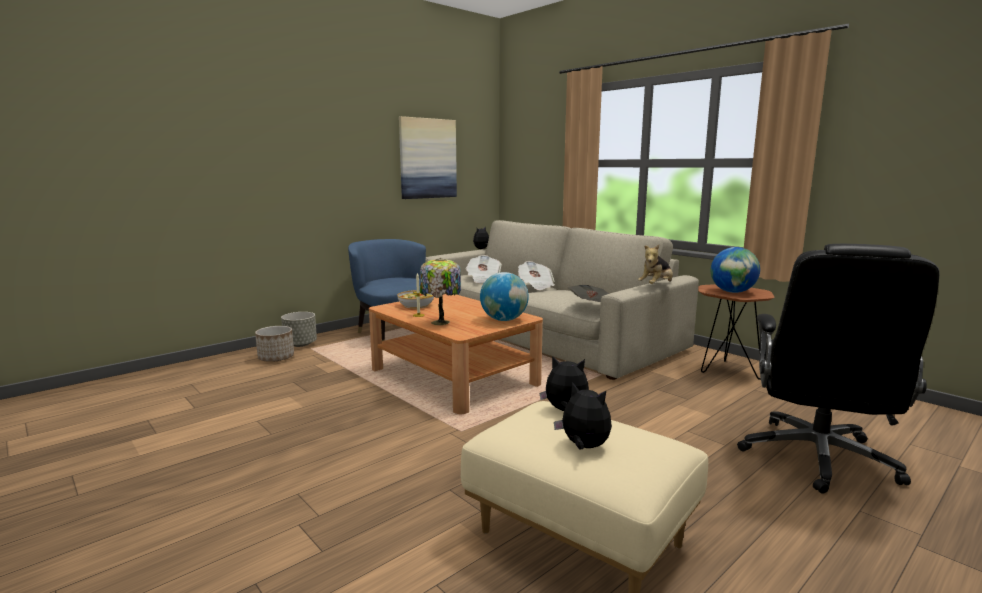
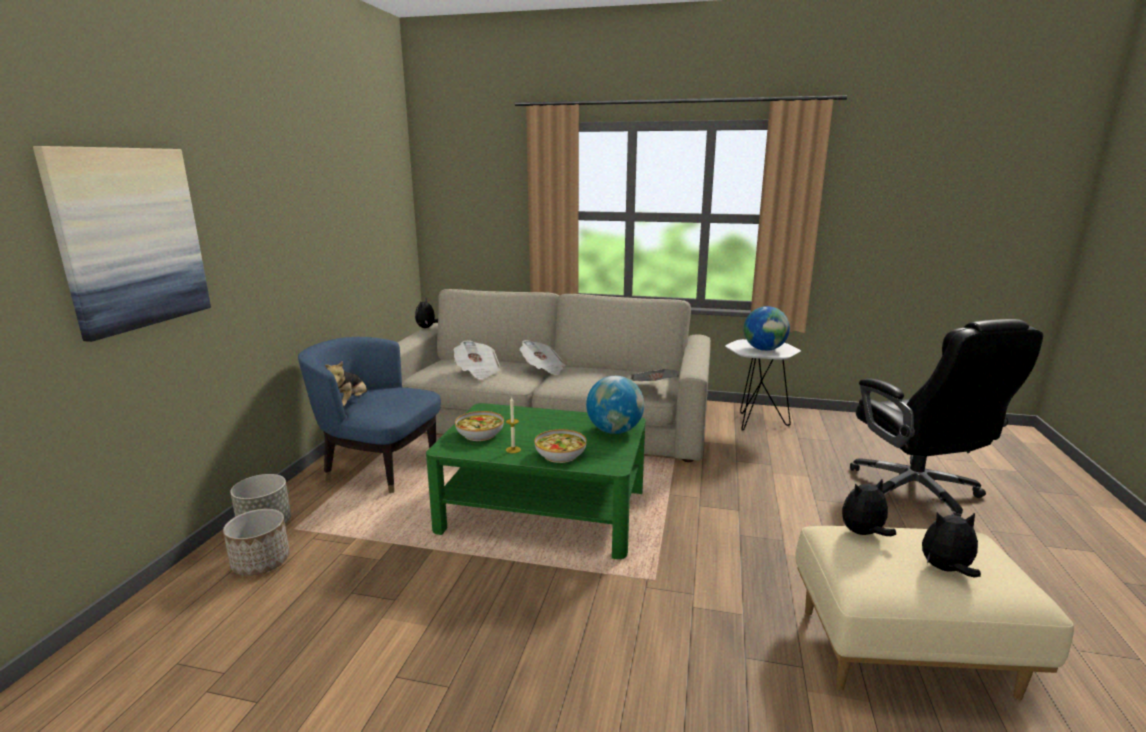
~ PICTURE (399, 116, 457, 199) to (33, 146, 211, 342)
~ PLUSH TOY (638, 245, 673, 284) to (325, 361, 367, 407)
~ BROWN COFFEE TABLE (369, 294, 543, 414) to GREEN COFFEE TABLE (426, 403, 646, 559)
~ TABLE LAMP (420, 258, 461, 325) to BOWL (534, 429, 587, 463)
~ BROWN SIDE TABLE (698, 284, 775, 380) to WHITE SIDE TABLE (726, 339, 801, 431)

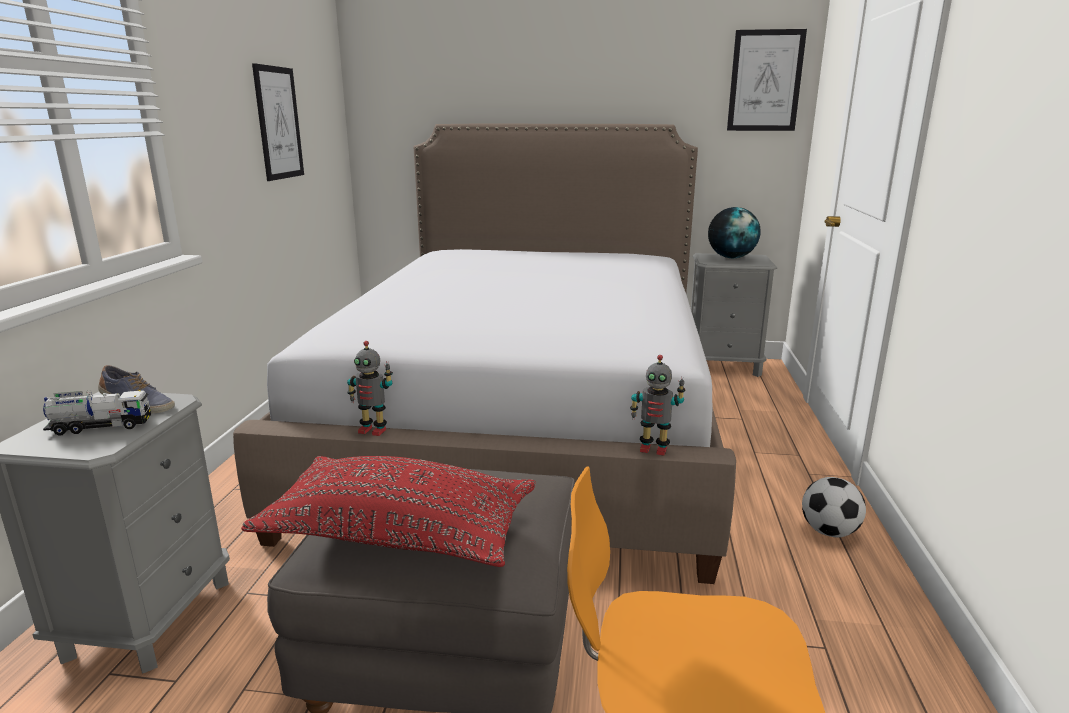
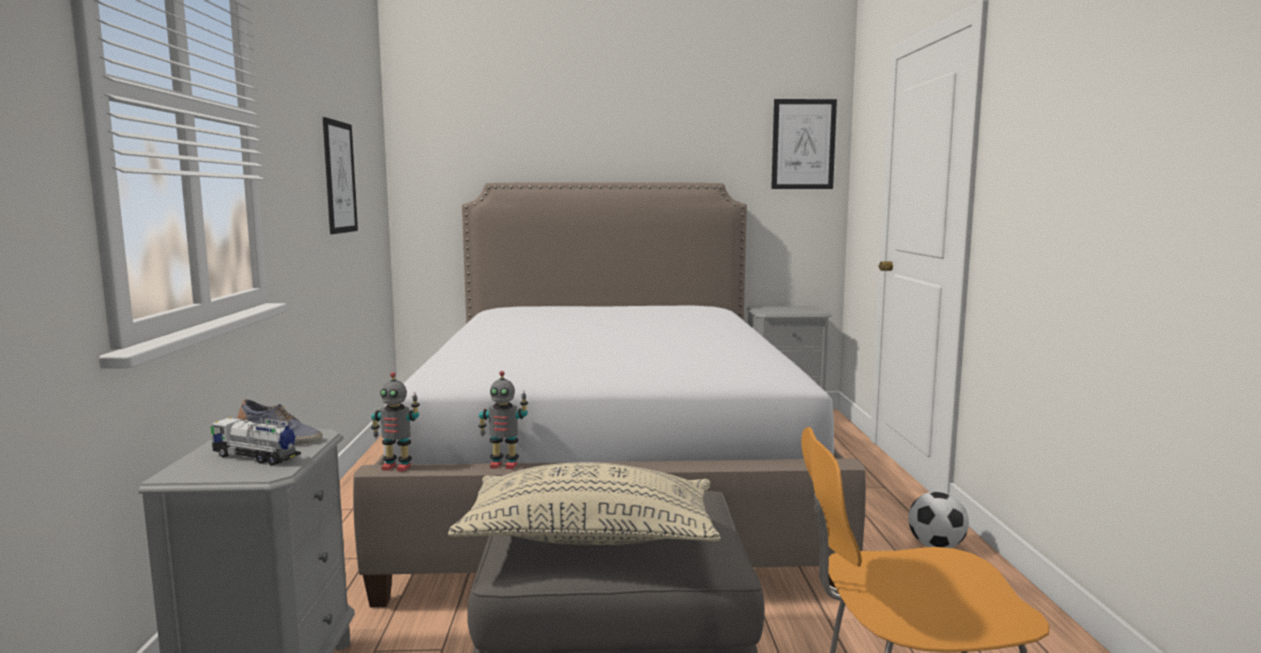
~ TOY TRUCK (43, 390, 151, 436) = (211, 417, 301, 466) 135 degrees counterclockwise
~ TOY ROBOT (630, 355, 685, 456) to (371, 372, 420, 471)
~ RED PILLOW (241, 456, 536, 567) to BEIGE PILLOW (448, 462, 721, 545)
- GLOBE (708, 207, 761, 258)

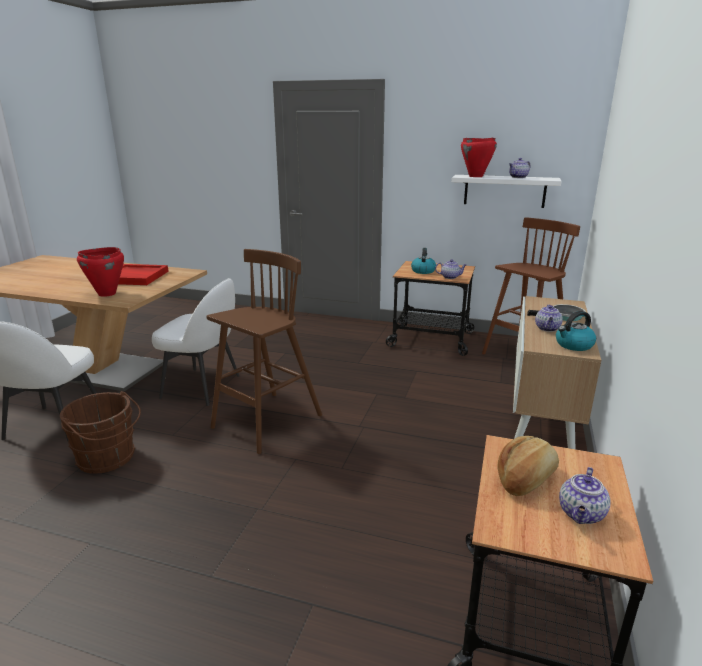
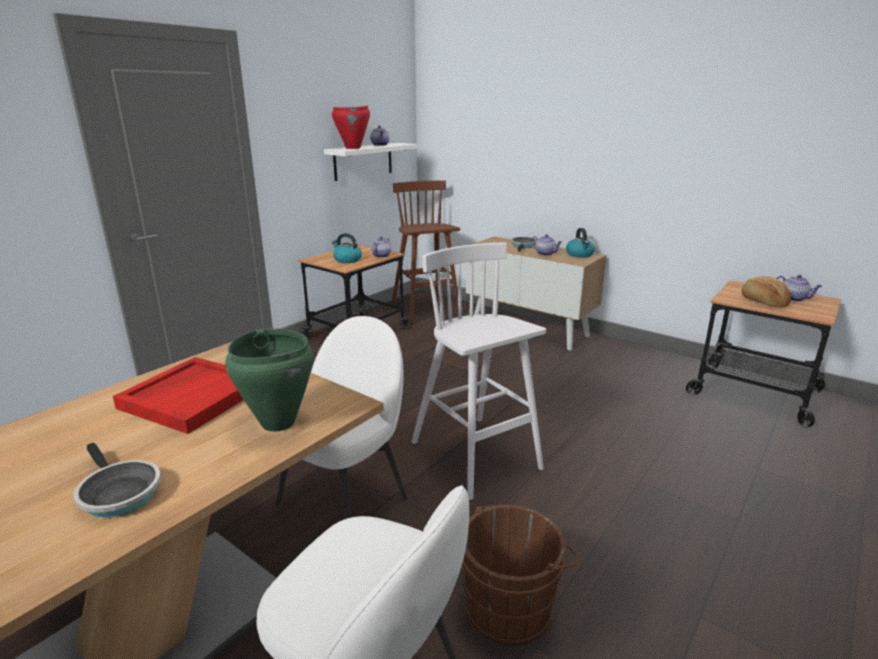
+ FRYING PAN (73, 442, 161, 518)
~ RED COOKING POT (77, 247, 124, 297) to GREEN COOKING POT (225, 328, 314, 432)
~ BROWN STOOL (207, 249, 322, 454) to WHITE STOOL (412, 242, 546, 500)

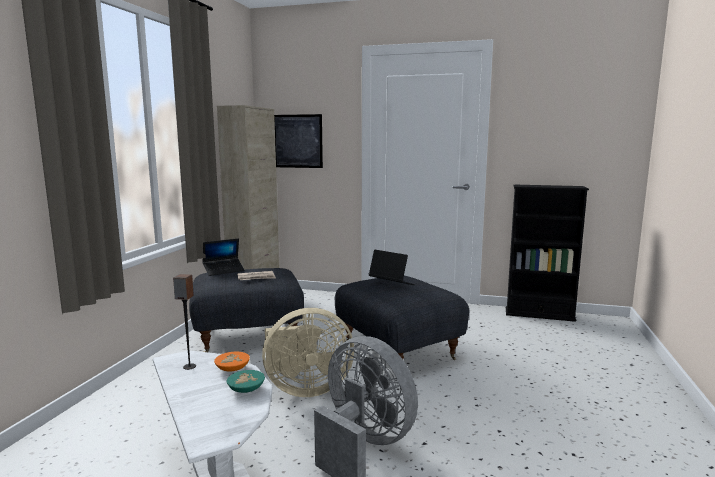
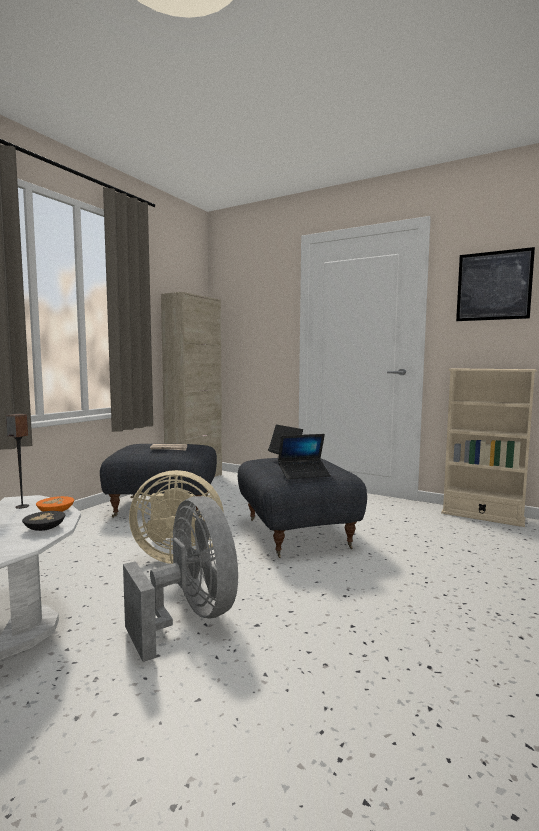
~ TURQUOISE BOWL (227, 370, 265, 393) to BLACK BOWL (22, 511, 65, 531)
~ LAPTOP (202, 238, 245, 276) to (278, 434, 331, 479)
~ BLACK BOOKCASE (506, 185, 589, 322) to BEIGE BOOKCASE (441, 368, 537, 527)
~ PICTURE (274, 114, 323, 168) to (456, 247, 535, 321)

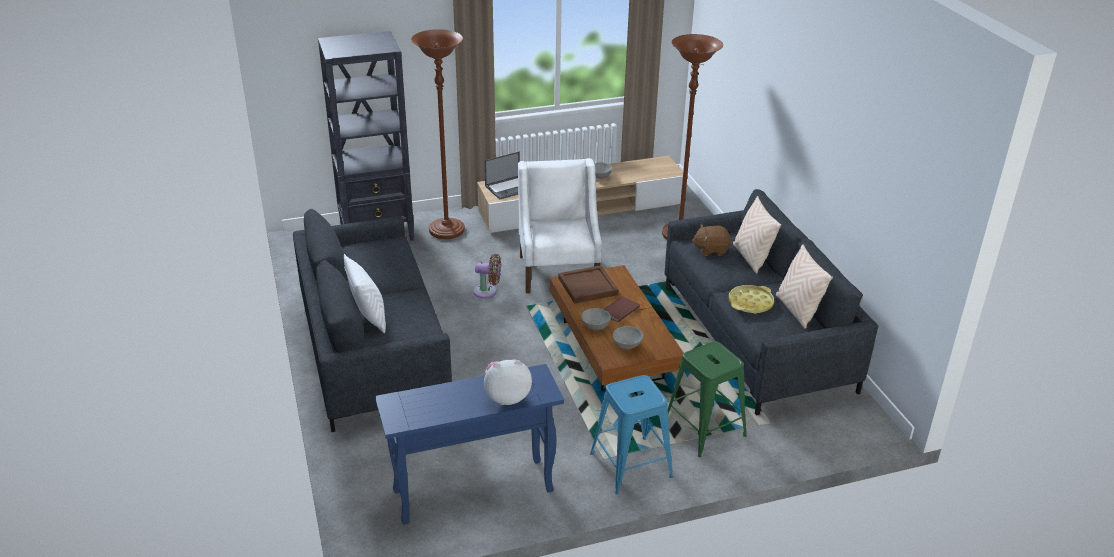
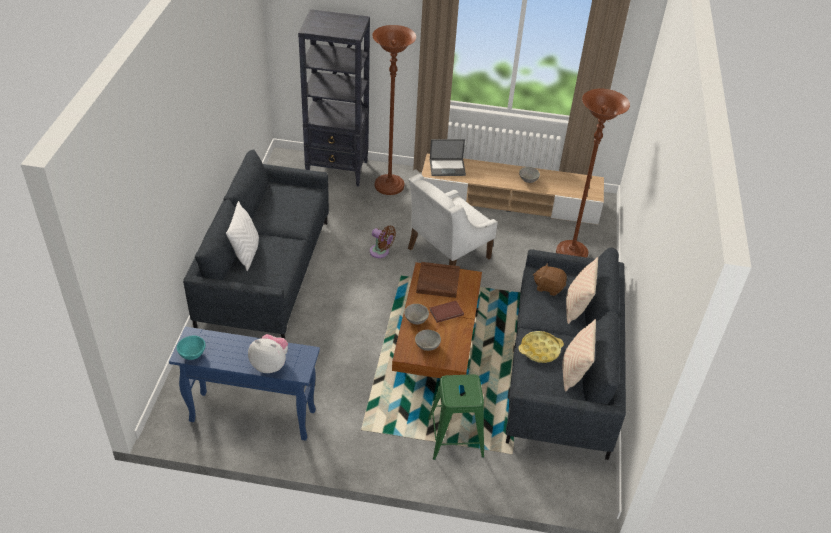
+ TURQUOISE BOWL (177, 336, 205, 360)
~ WHITE ARMCHAIR (518, 158, 602, 293) = (408, 174, 498, 266) 150 degrees counterclockwise
- BLUE STOOL (590, 375, 673, 494)

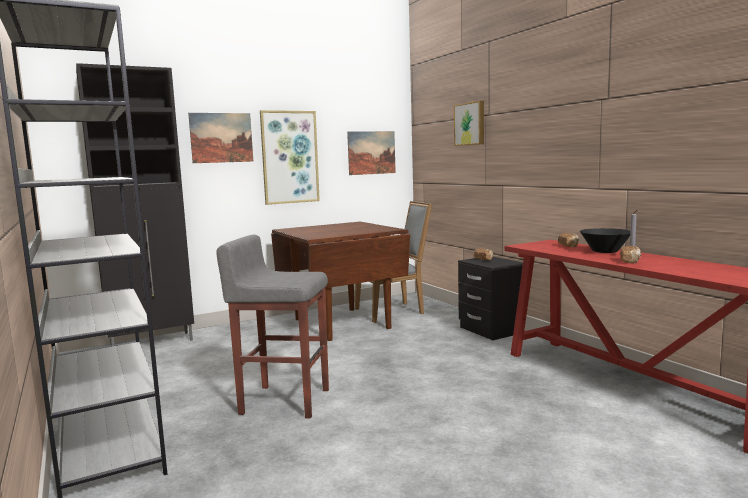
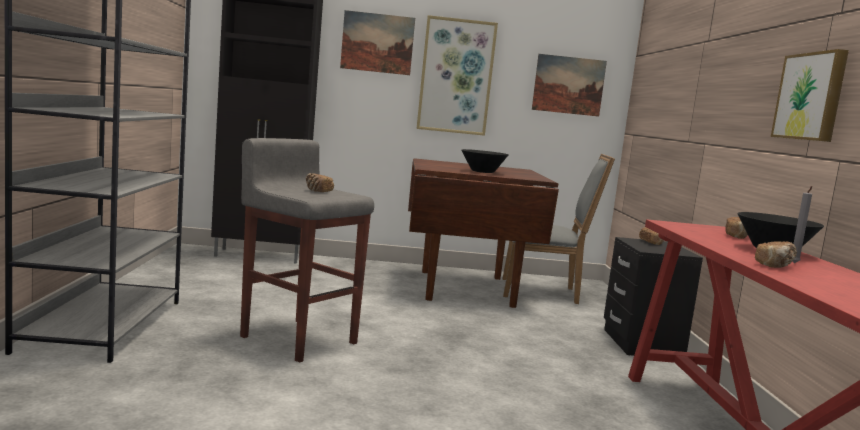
+ BREAD (306, 173, 334, 192)
+ BLACK BOWL (461, 149, 508, 173)
~ PICTURE (454, 101, 484, 146) to (771, 49, 849, 142)

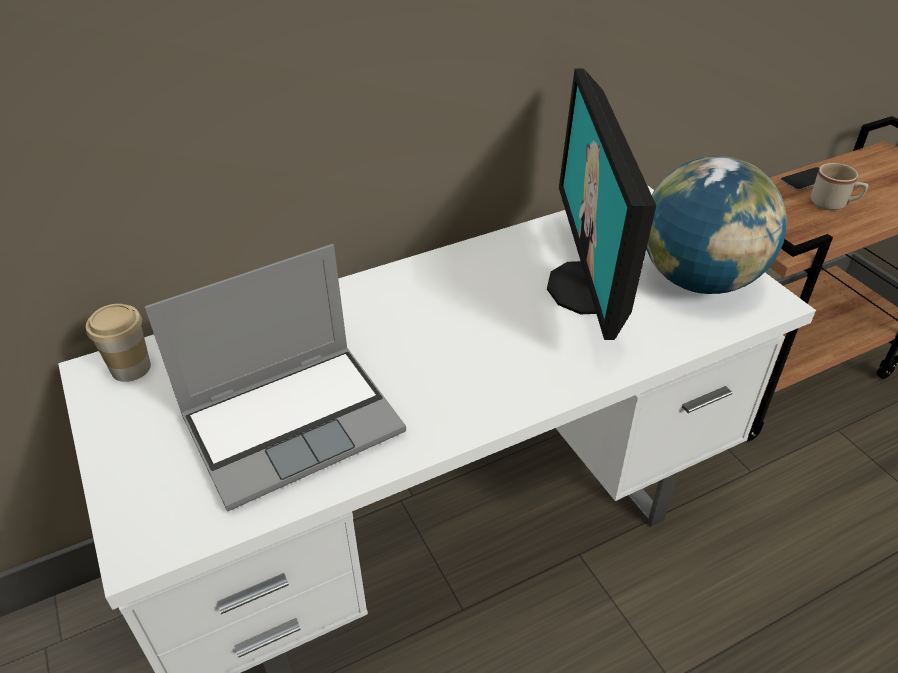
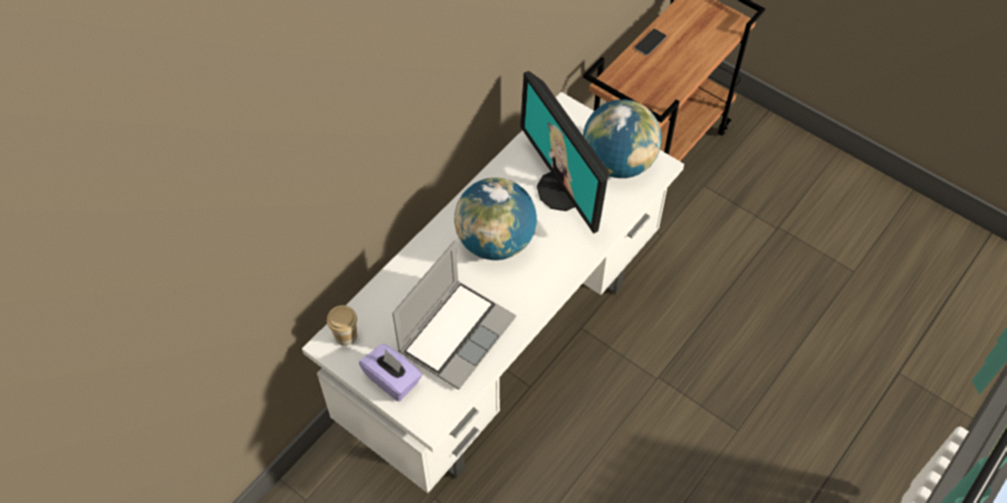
+ PURPLE TISSUE BOX (359, 344, 422, 402)
+ GLOBE (454, 178, 537, 260)
- BEIGE MUG (811, 163, 868, 211)

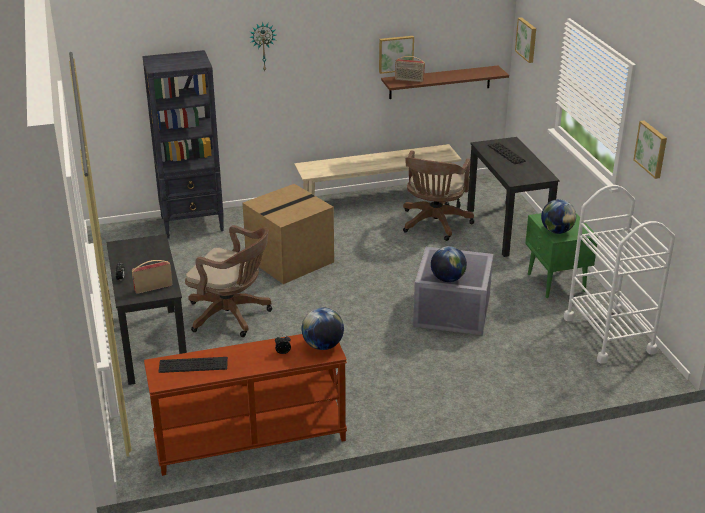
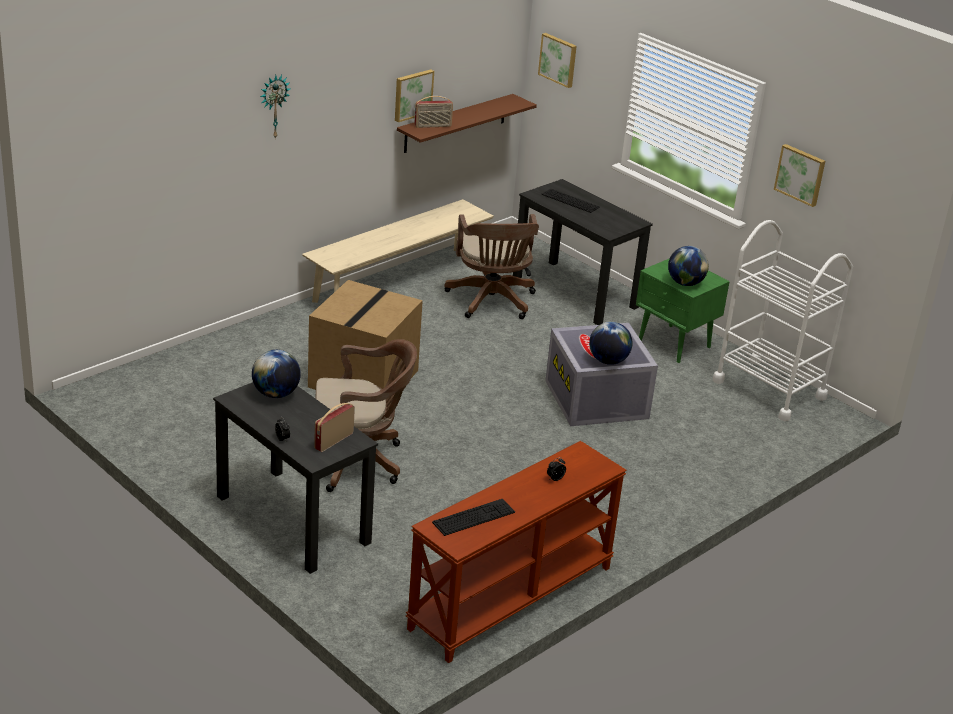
~ GLOBE (301, 307, 344, 350) to (252, 350, 301, 398)
- BLACK BOOKCASE (142, 50, 224, 239)

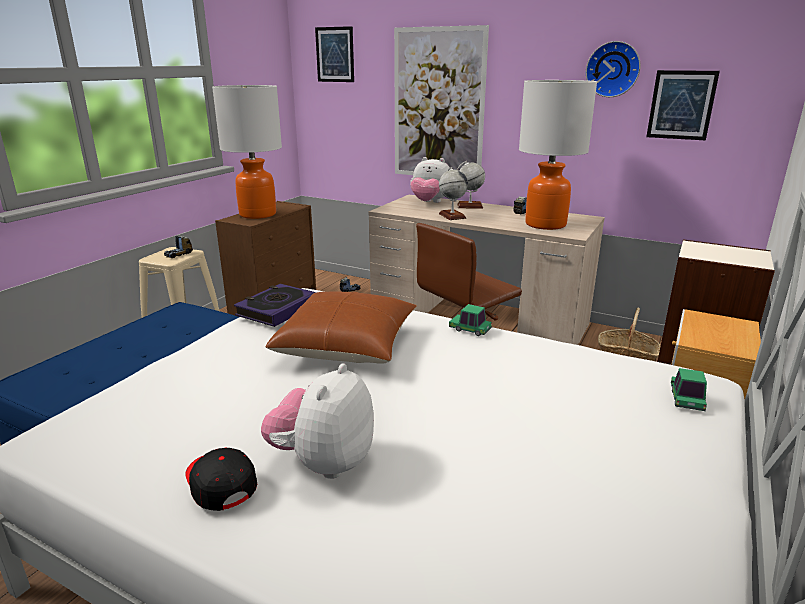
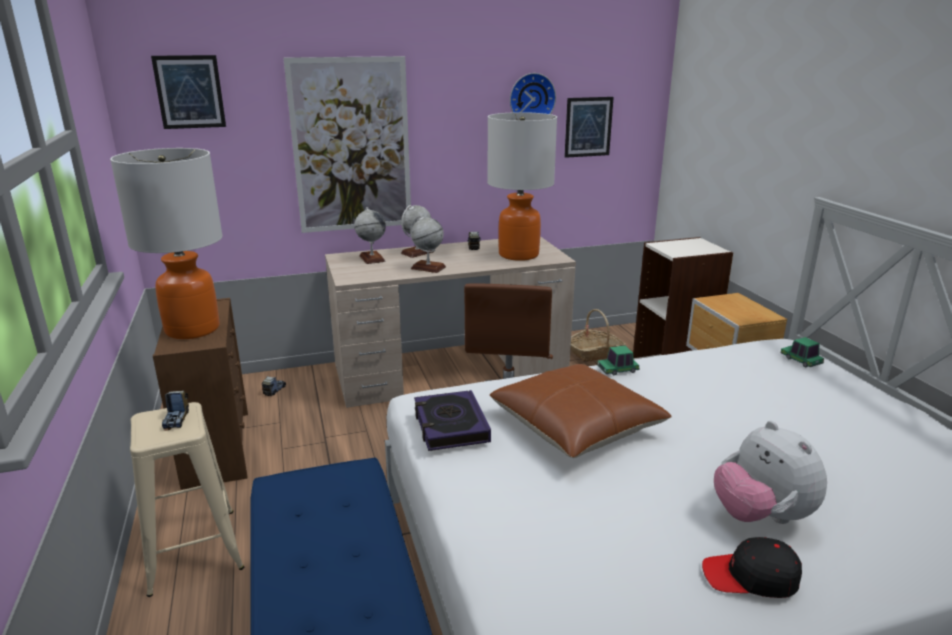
~ PLUSH TOY (410, 157, 450, 203) to GLOBE (354, 207, 386, 264)

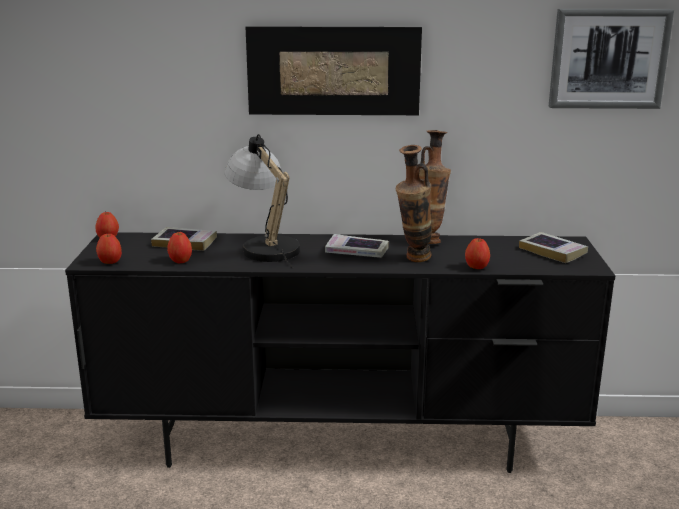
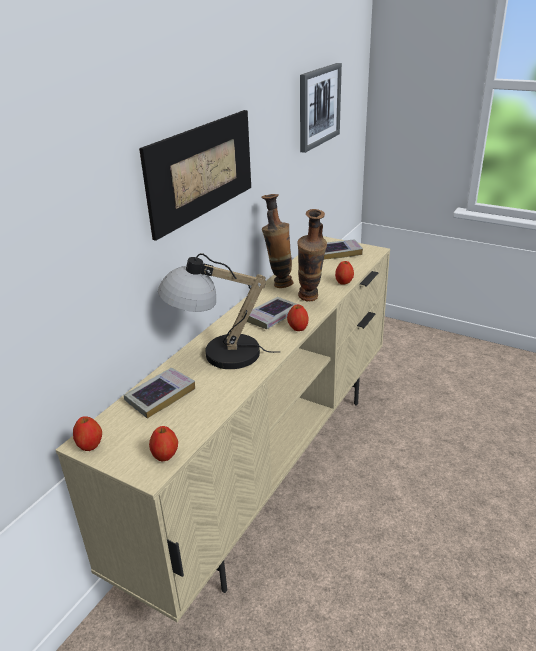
~ BLACK TV STAND (65, 232, 615, 473) to BEIGE TV STAND (56, 236, 390, 622)
~ APPLE (167, 232, 192, 263) to (287, 305, 309, 331)

